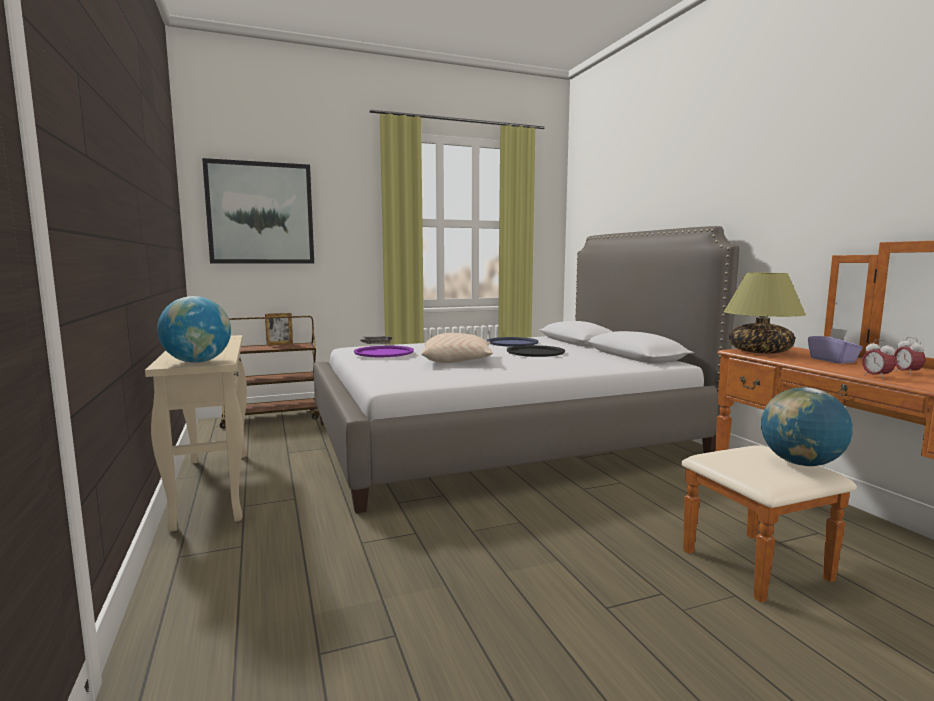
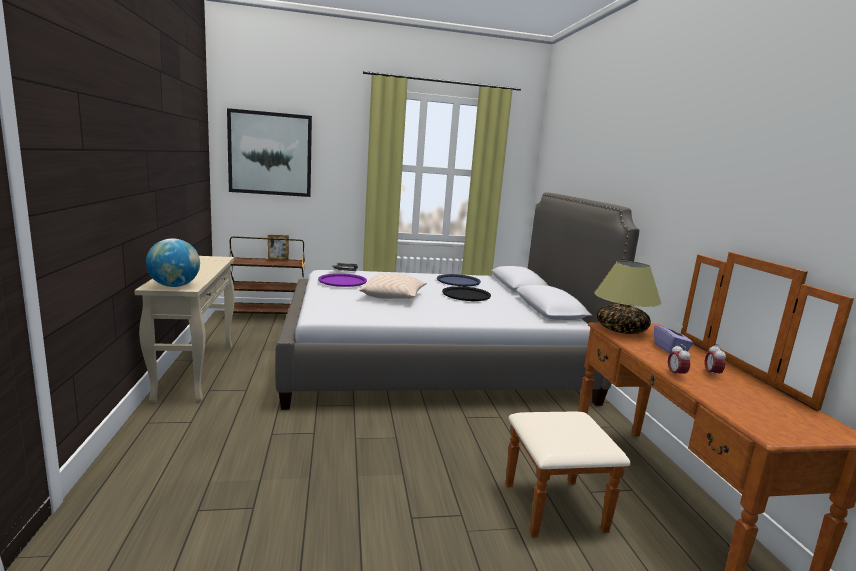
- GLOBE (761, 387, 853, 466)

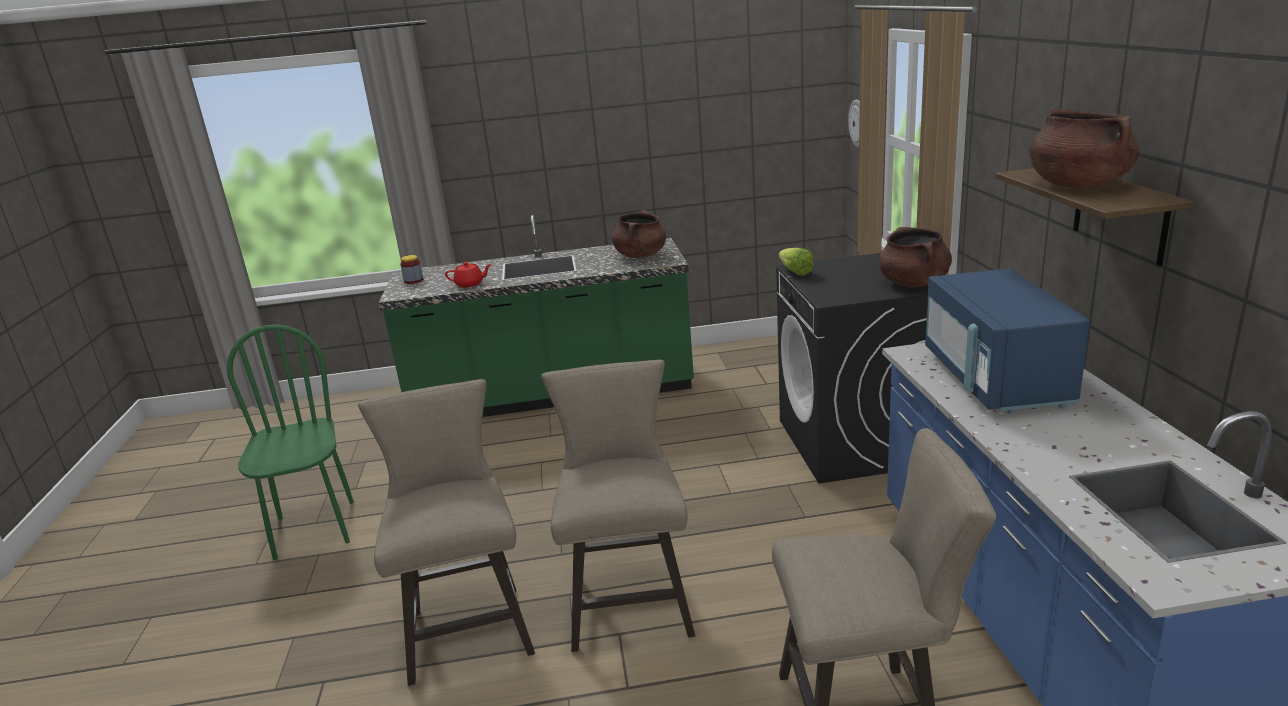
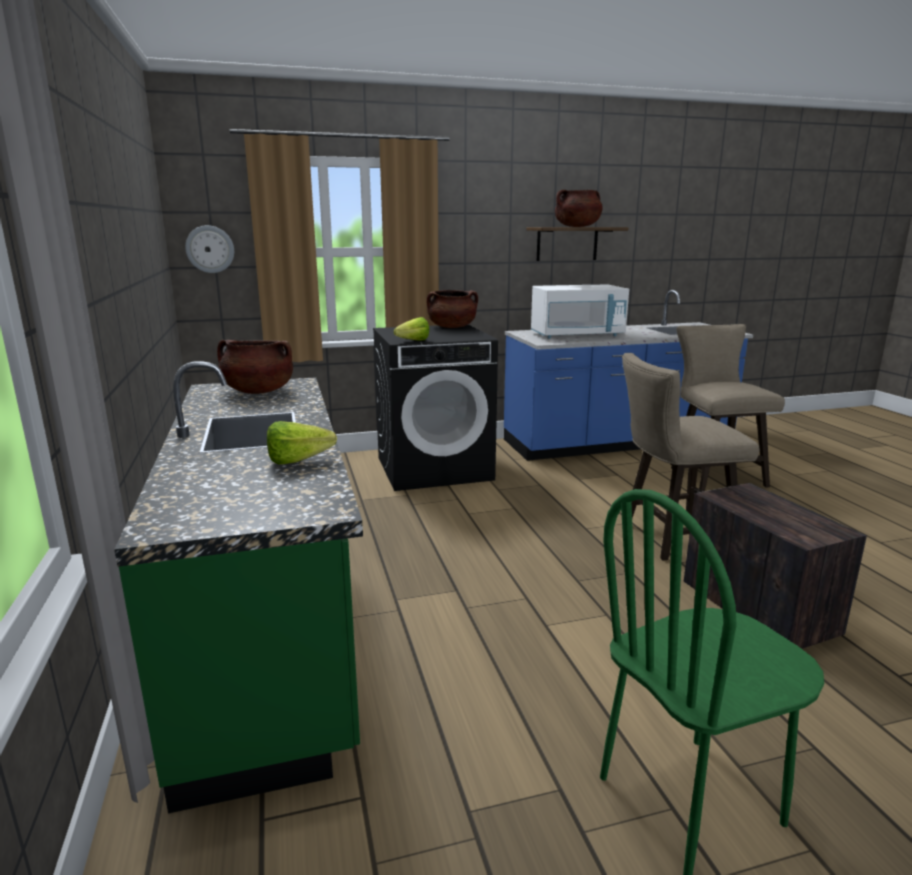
~ RED TEAPOT (445, 262, 492, 287) to LETTUCE (267, 421, 337, 465)
~ BLUE MICROWAVE (925, 269, 1090, 414) to WHITE MICROWAVE (531, 285, 629, 339)
~ BEIGE STOOL (358, 379, 535, 686) to CRATE (684, 483, 867, 649)
- JAR (400, 255, 423, 284)

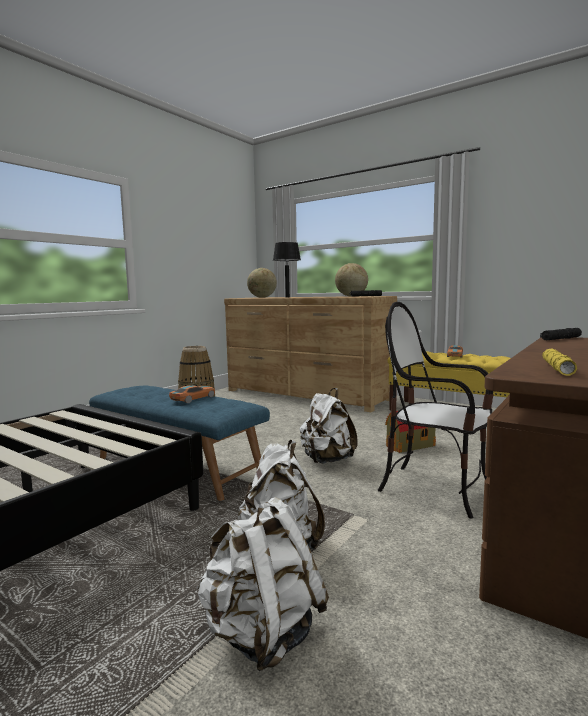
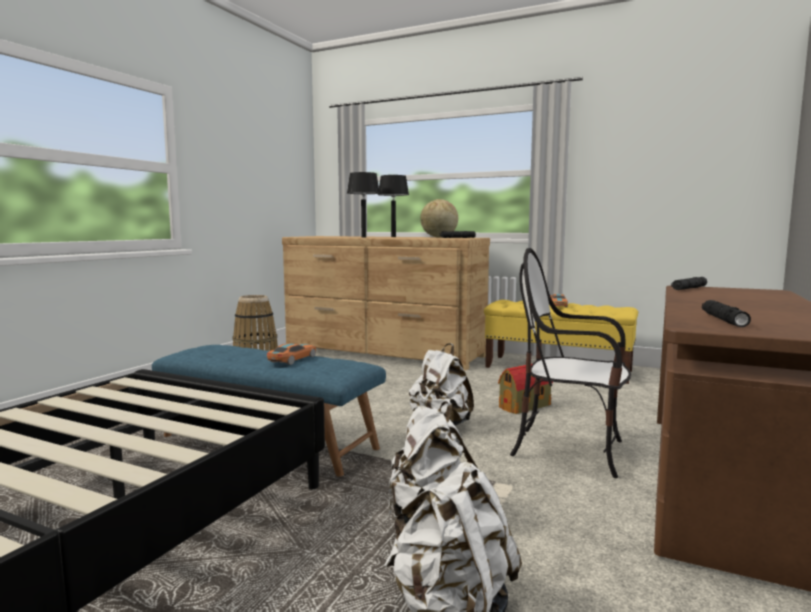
+ BLACK TABLE LAMP (378, 175, 409, 237)
~ YELLOW FLASHLIGHT (542, 348, 577, 376) to BLACK FLASHLIGHT (702, 300, 751, 327)
- GLOBE (247, 268, 277, 298)

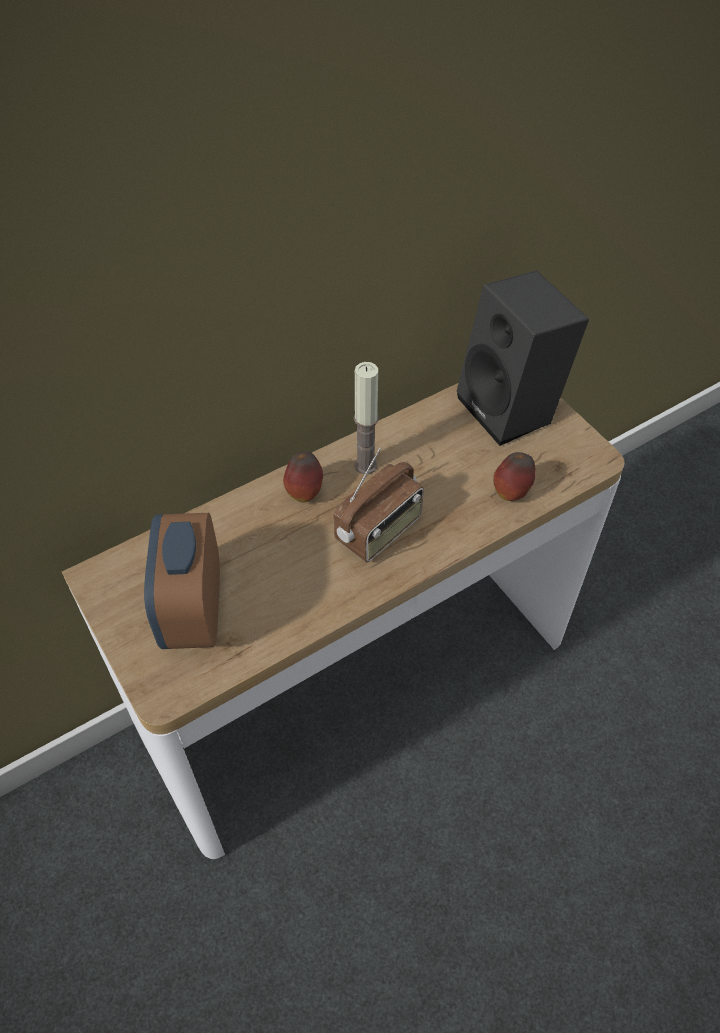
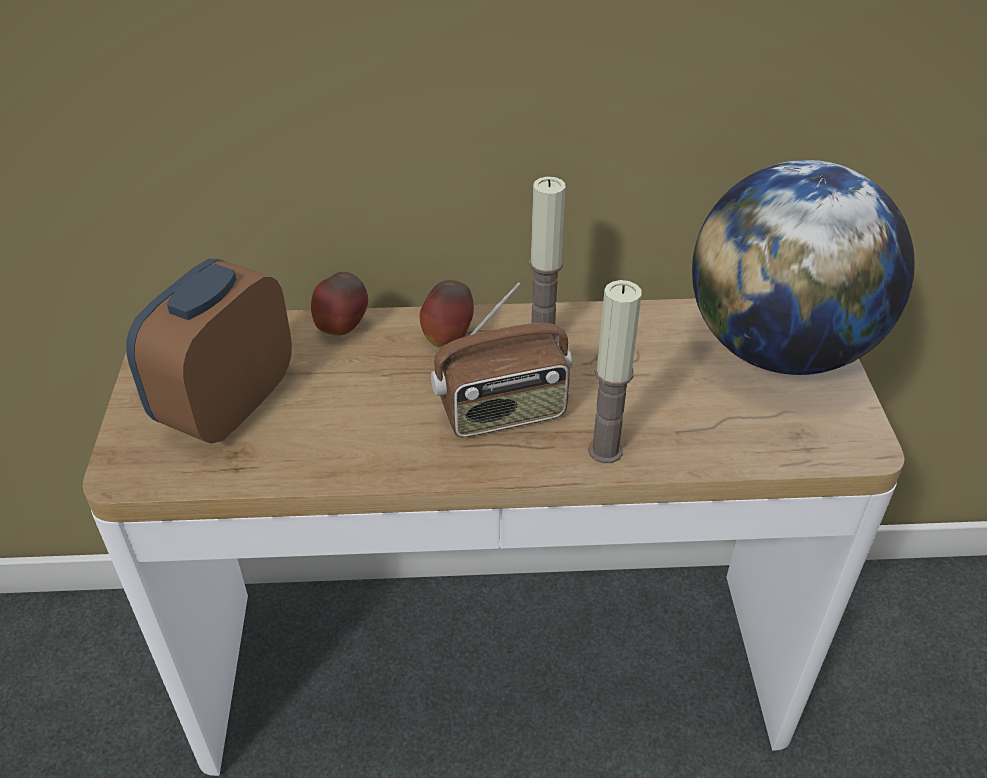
~ APPLE (493, 452, 536, 501) to (311, 272, 368, 336)
+ CANDLE (588, 280, 642, 463)
~ BLACK SPEAKER (456, 270, 589, 446) to GLOBE (692, 160, 914, 375)

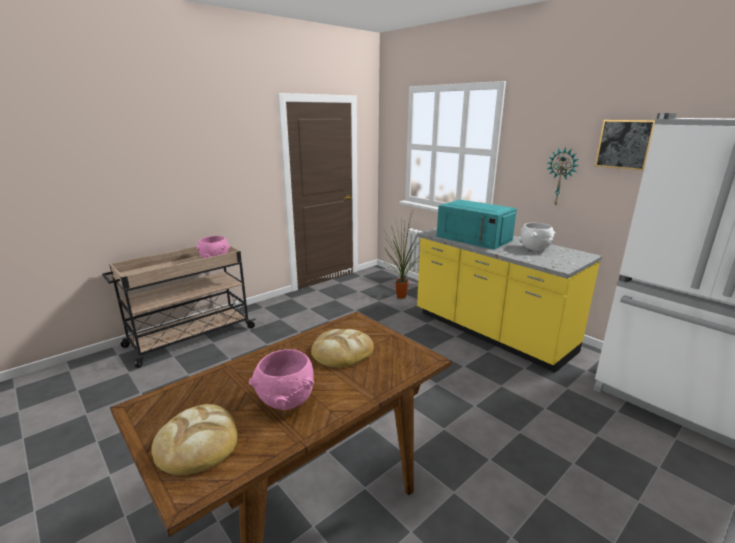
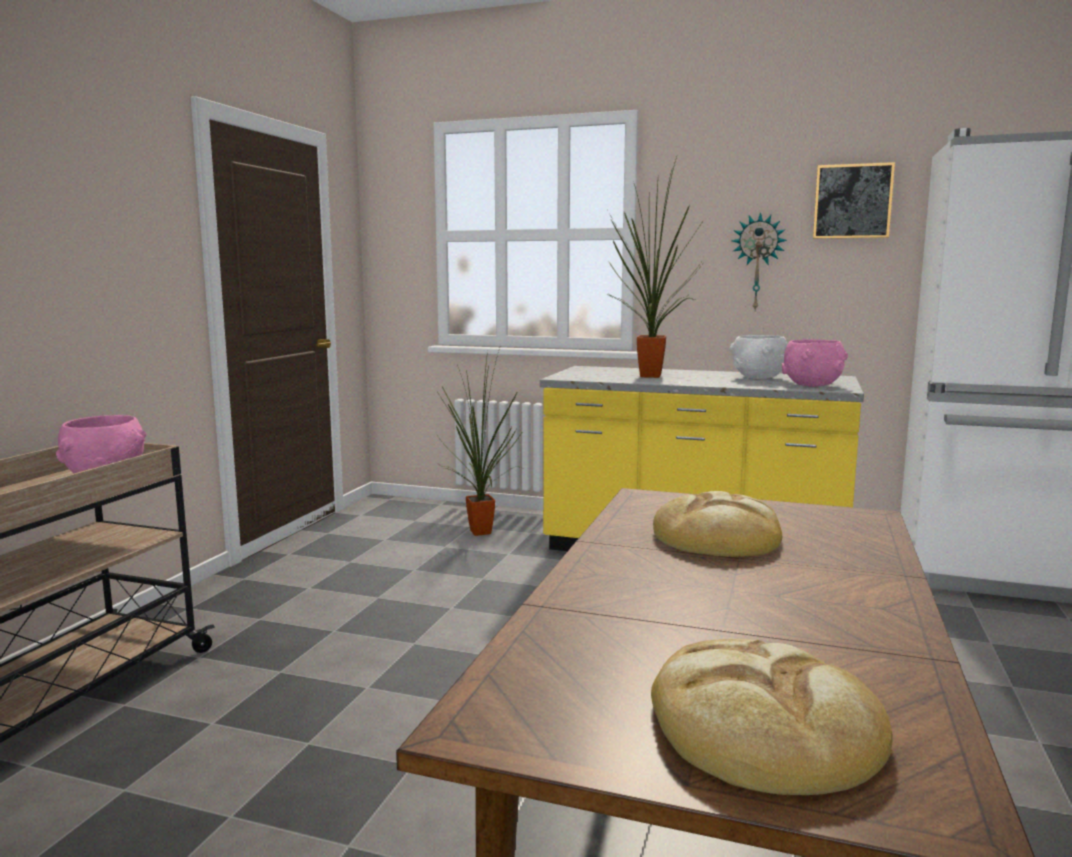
~ TURQUOISE MICROWAVE (437, 200, 517, 250) to POTTED PLANT (606, 154, 705, 378)
~ PINK BOWL (249, 349, 314, 410) to (782, 340, 848, 387)

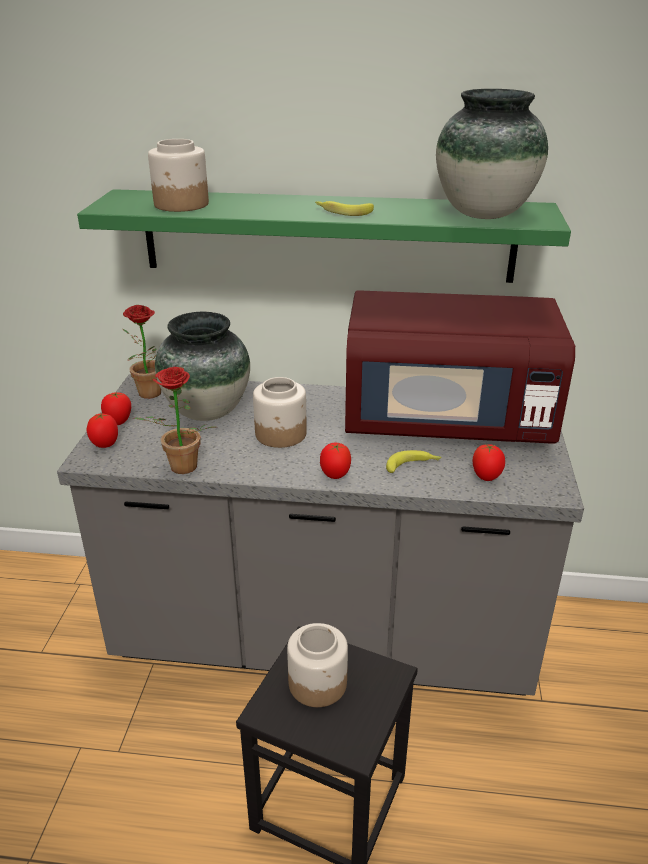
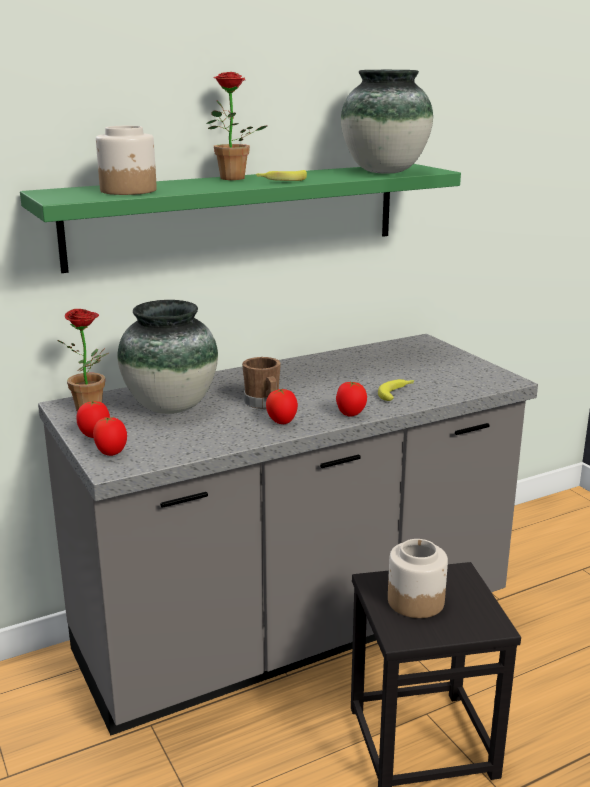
~ POTTED PLANT (134, 367, 215, 474) to (206, 72, 267, 180)
~ JAR (253, 377, 307, 448) to BROWN MUG (242, 357, 281, 408)
~ TOMATO (473, 444, 505, 481) to (266, 388, 298, 424)
- RED MICROWAVE (345, 290, 575, 444)

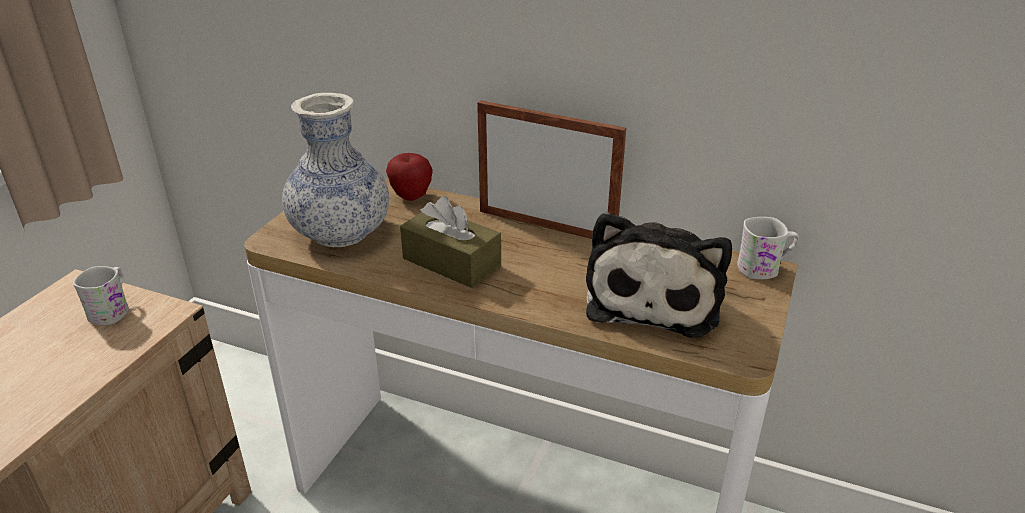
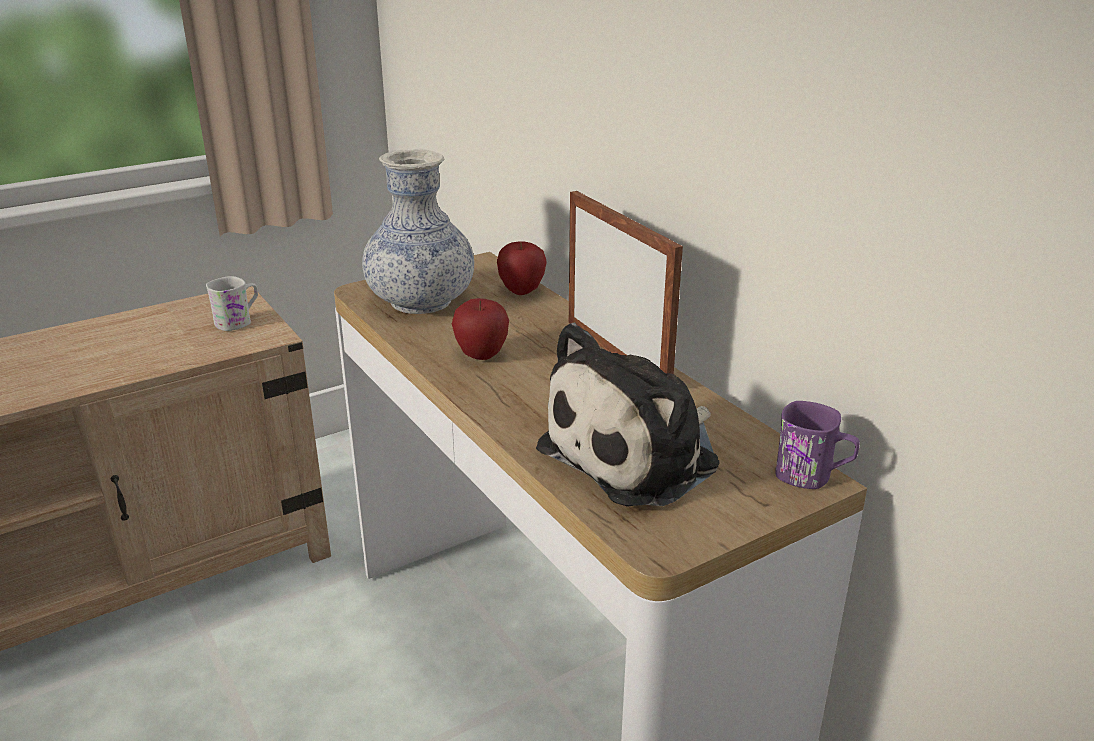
~ BROWN TISSUE BOX (400, 196, 501, 288) to APPLE (452, 298, 509, 360)
~ WHITE MUG (737, 217, 799, 279) to PURPLE MUG (775, 401, 860, 489)

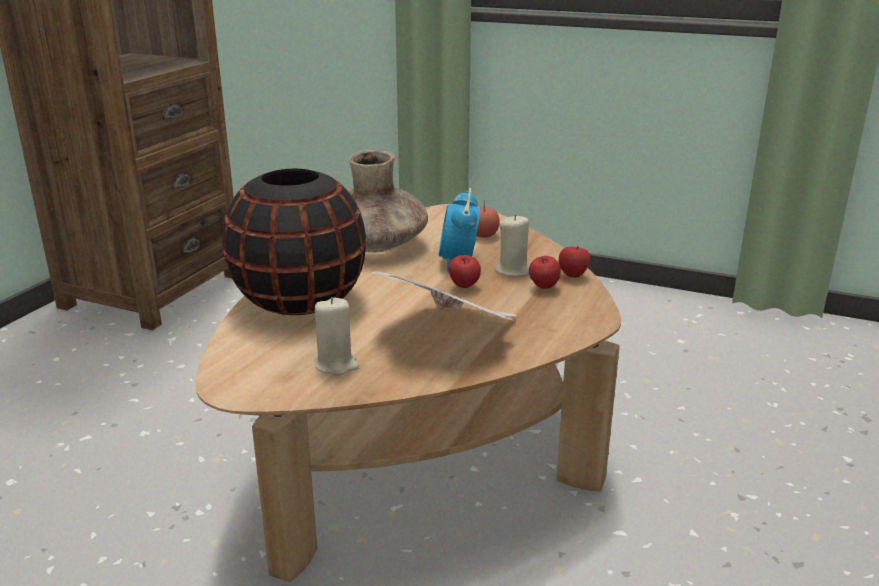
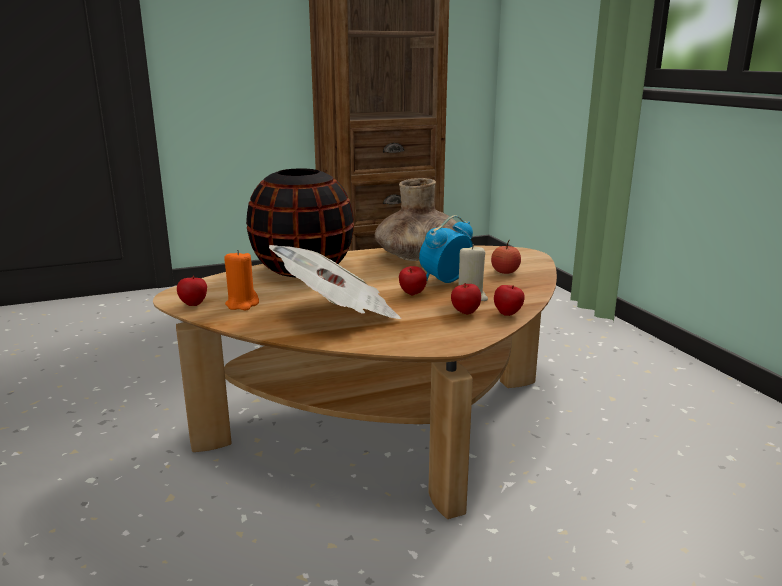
+ APPLE (177, 276, 207, 306)
~ BEIGE CANDLE (314, 297, 359, 375) to ORANGE CANDLE (224, 250, 259, 310)

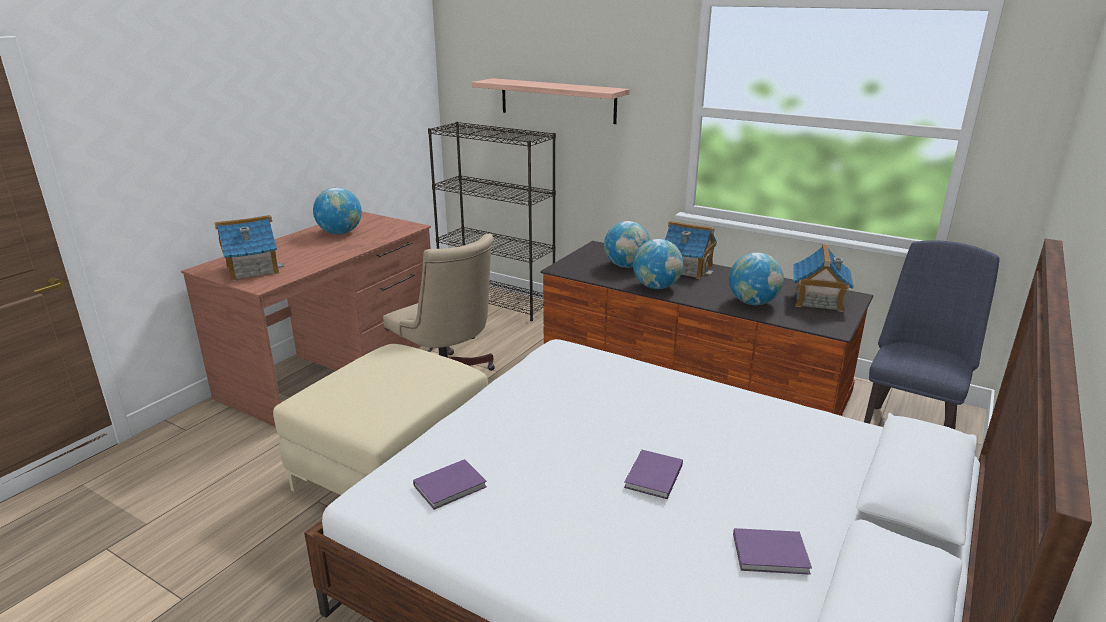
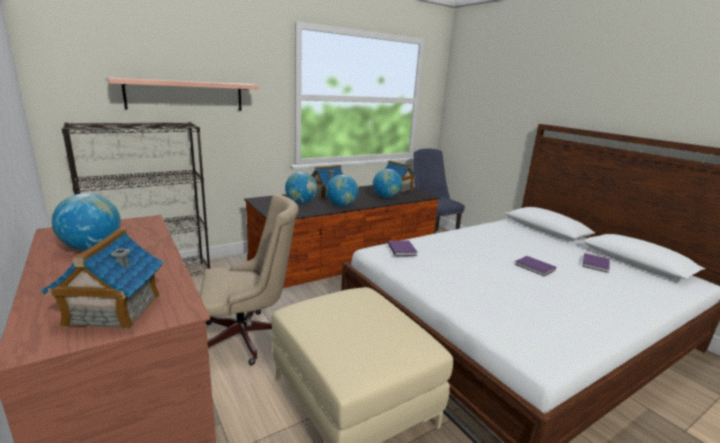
~ PURPLE BOOK (413, 459, 487, 510) to (388, 241, 418, 256)

